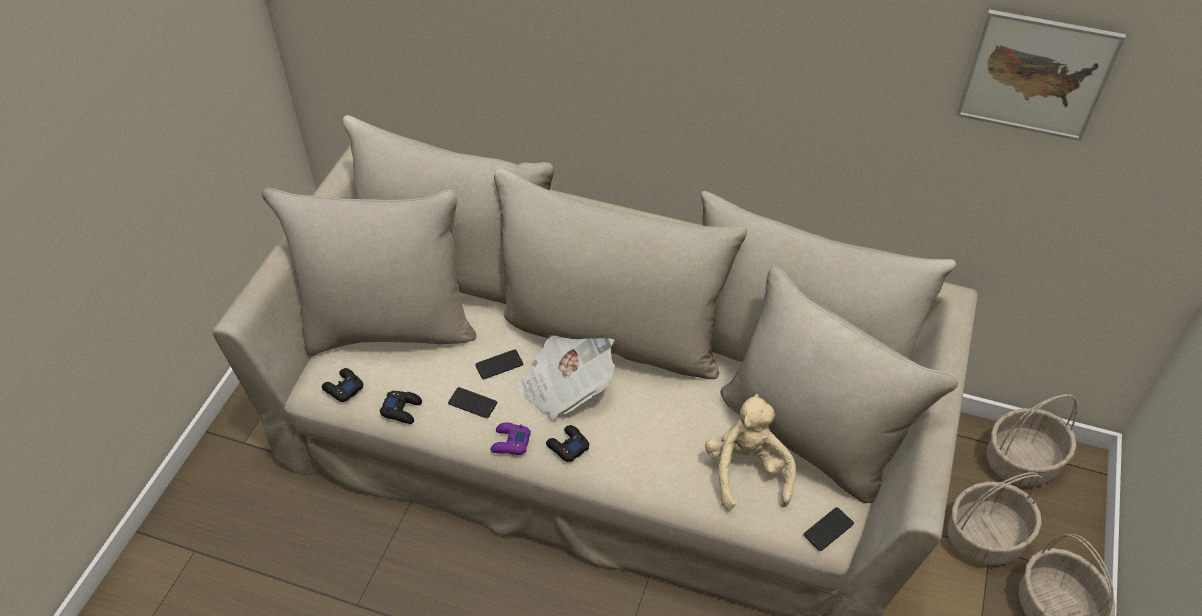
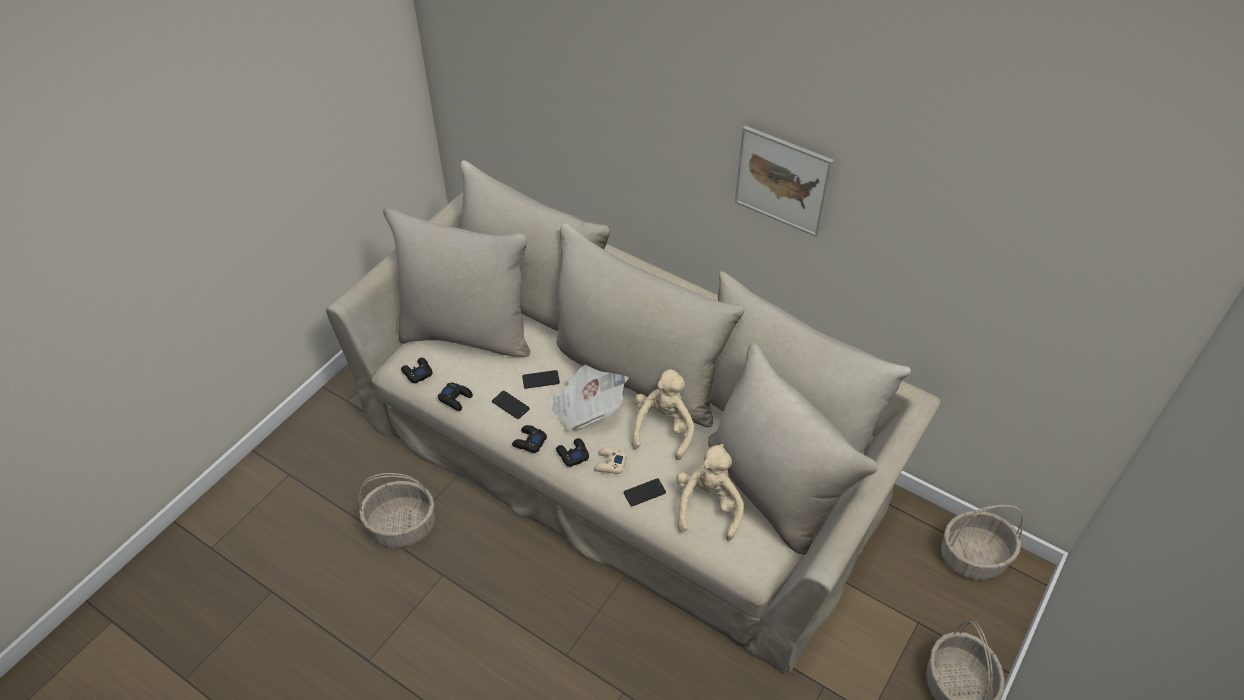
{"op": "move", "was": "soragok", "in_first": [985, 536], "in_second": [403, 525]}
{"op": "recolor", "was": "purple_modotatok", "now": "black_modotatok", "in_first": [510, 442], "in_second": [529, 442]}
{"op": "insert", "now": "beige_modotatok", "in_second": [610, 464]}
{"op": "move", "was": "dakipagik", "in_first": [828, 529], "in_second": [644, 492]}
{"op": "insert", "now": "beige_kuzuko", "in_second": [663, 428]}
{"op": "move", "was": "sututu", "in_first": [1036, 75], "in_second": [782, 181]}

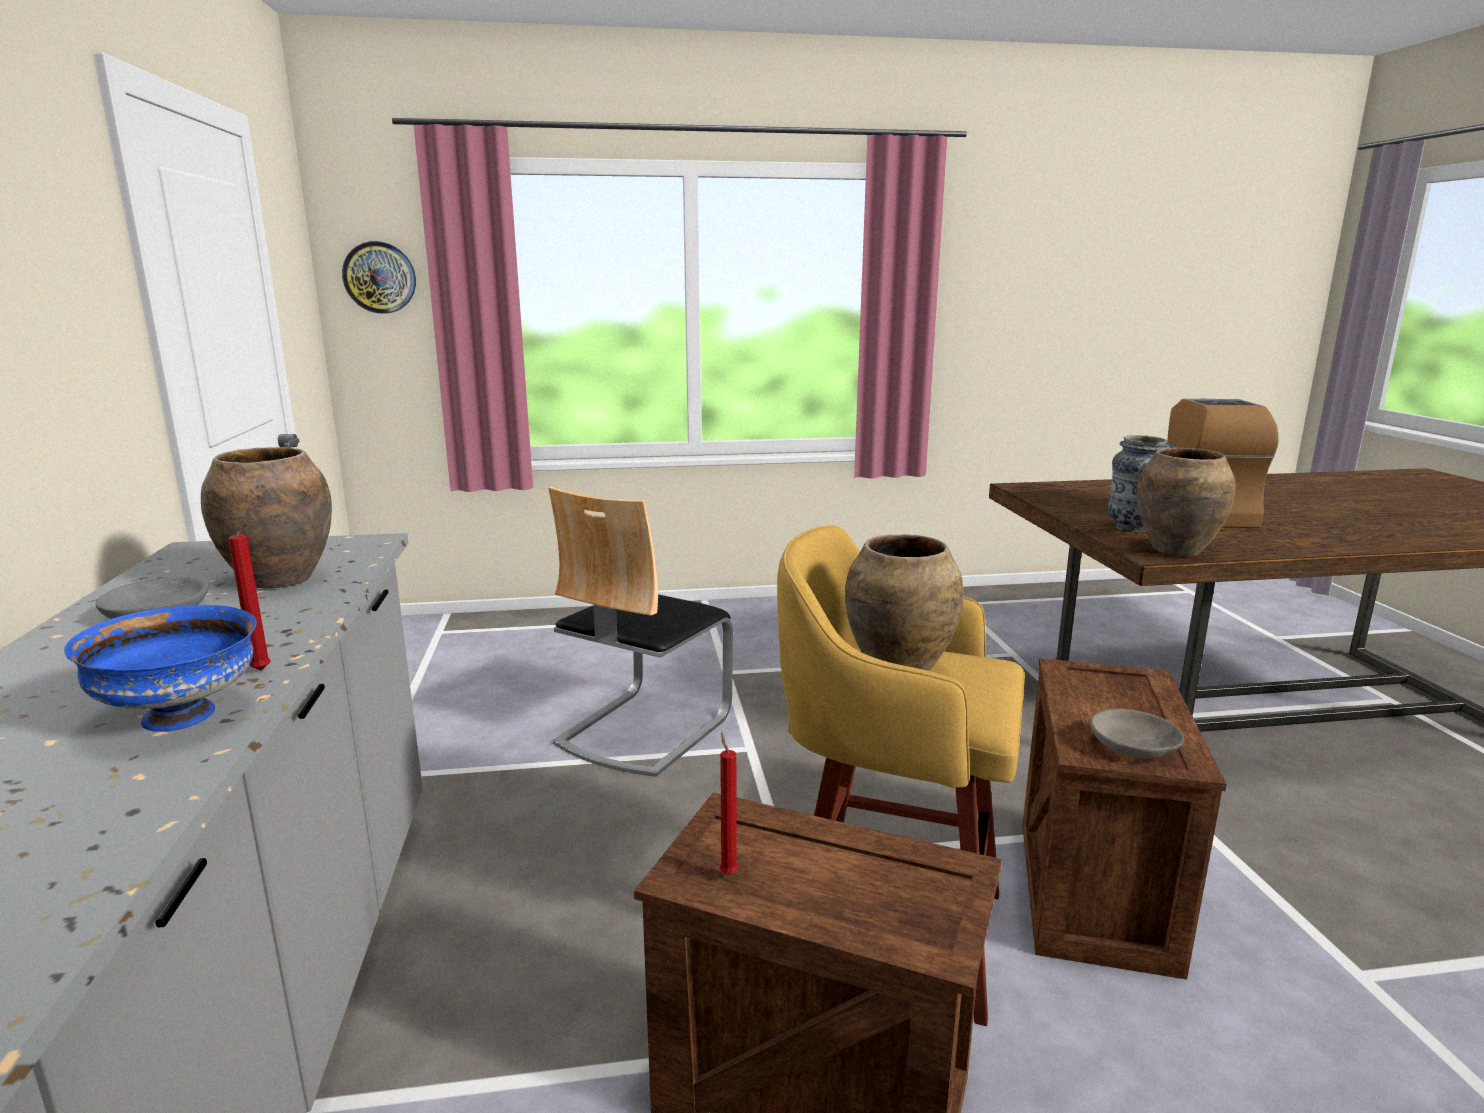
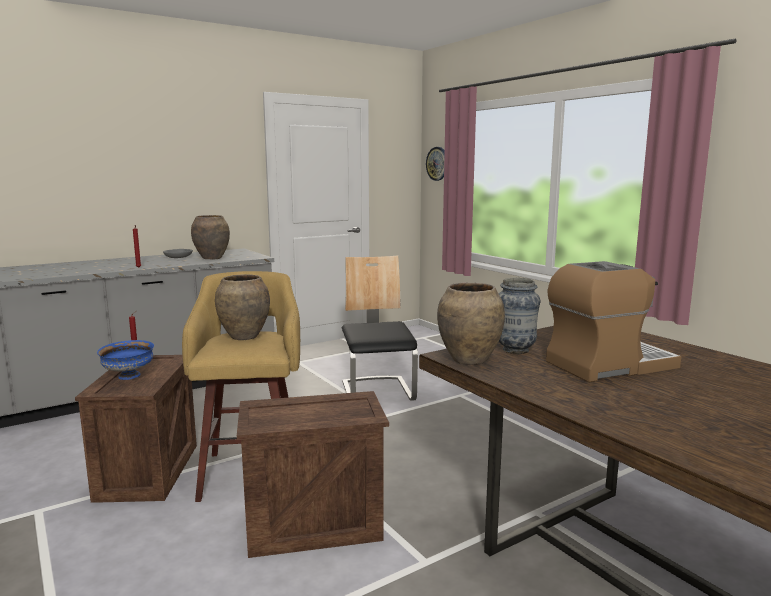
{"op": "move", "was": "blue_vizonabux", "in_first": [182, 716], "in_second": [129, 376]}
{"op": "rotate", "was": "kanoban", "in_first": [643, 729], "in_second": [378, 391], "clockwise": 75}
{"op": "delete", "was": "grey_vizonabux", "in_first": [1134, 747]}

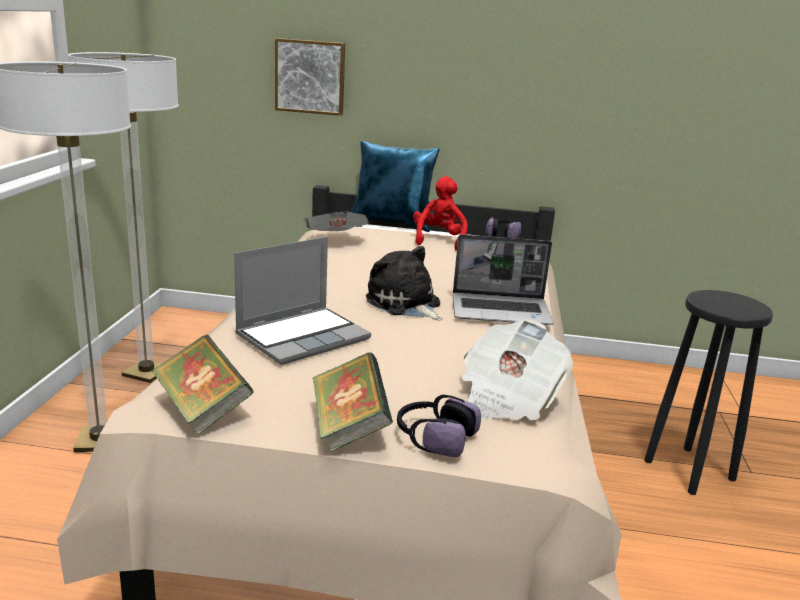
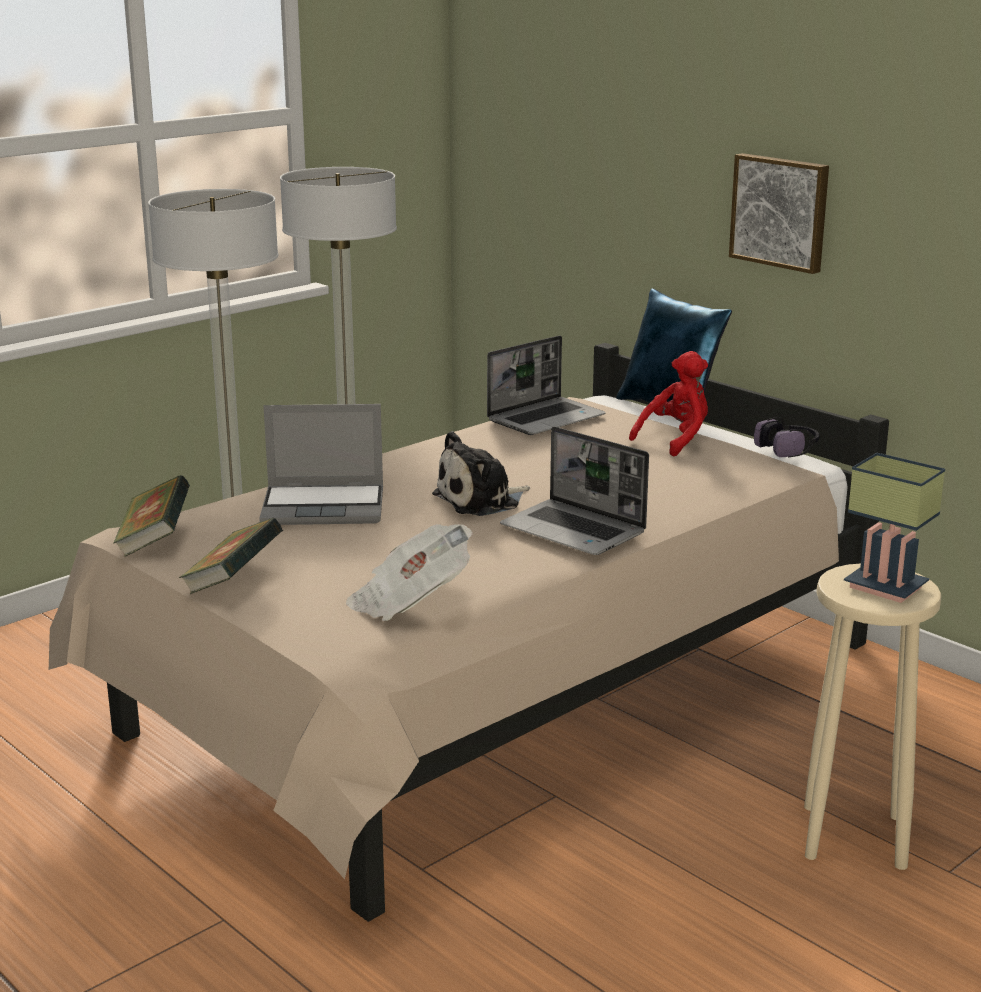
{"op": "rotate", "was": "kuzuko", "in_first": [405, 304], "in_second": [481, 500], "clockwise": -120}
{"op": "replace", "was": "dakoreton", "now": "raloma", "in_first": [335, 240], "in_second": [546, 418]}
{"op": "move", "was": "sututu", "in_first": [310, 76], "in_second": [781, 212]}
{"op": "recolor", "was": "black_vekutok", "now": "beige_vekutok", "in_first": [688, 470], "in_second": [852, 836]}
{"op": "insert", "now": "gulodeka", "in_second": [881, 587]}
{"op": "delete", "was": "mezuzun", "in_first": [434, 437]}

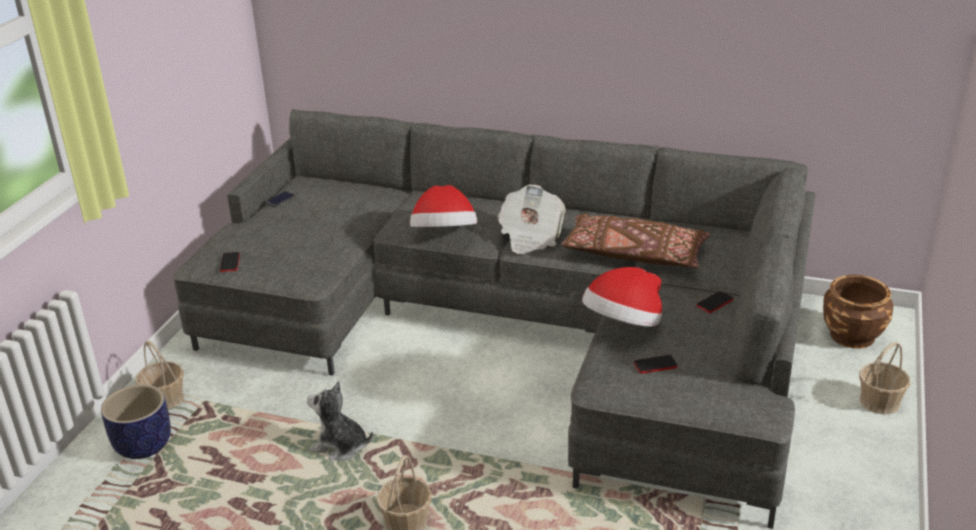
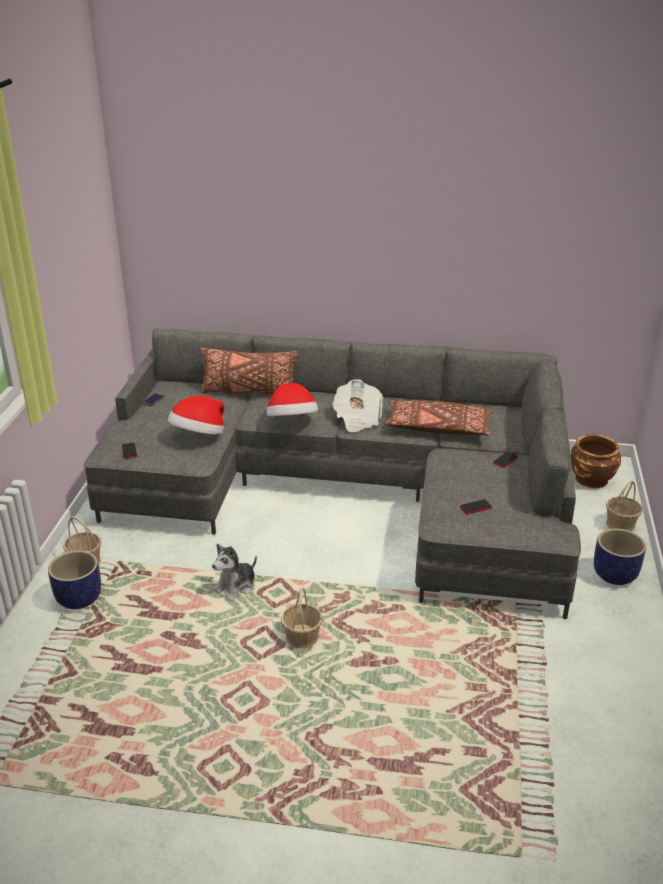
{"op": "move", "was": "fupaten", "in_first": [623, 325], "in_second": [199, 436]}
{"op": "insert", "now": "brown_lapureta", "in_second": [249, 392]}
{"op": "rotate", "was": "kuzuko", "in_first": [340, 447], "in_second": [236, 587], "clockwise": -60}
{"op": "insert", "now": "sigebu", "in_second": [615, 575]}

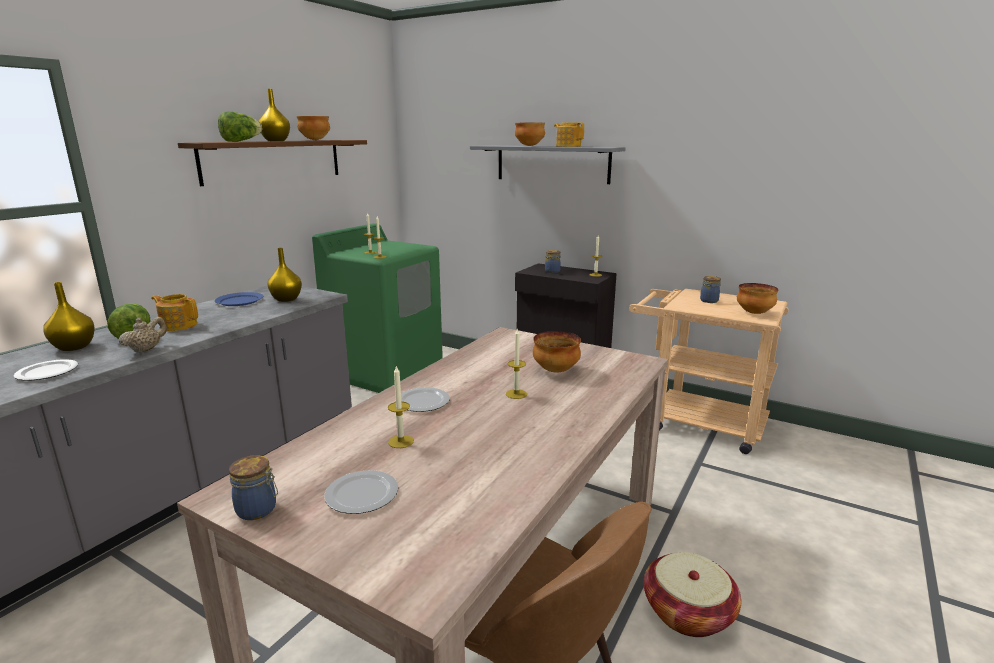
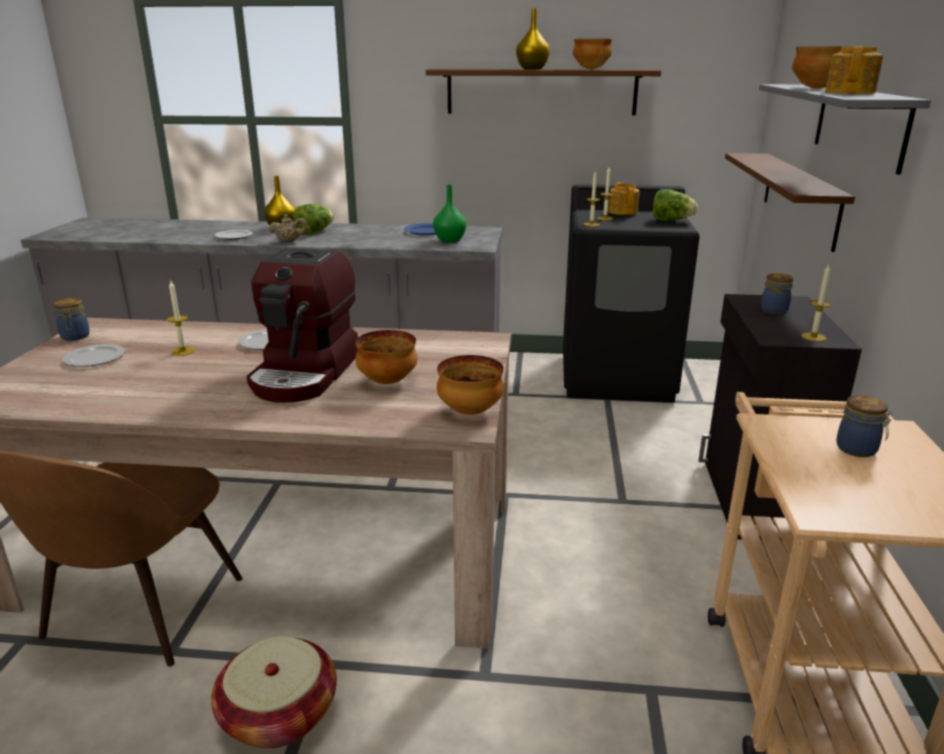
{"op": "replace", "was": "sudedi", "now": "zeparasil", "in_first": [516, 394], "in_second": [306, 374]}
{"op": "recolor", "was": "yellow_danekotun", "now": "green_danekotun", "in_first": [286, 299], "in_second": [449, 240]}
{"op": "move", "was": "vizonabux", "in_first": [754, 313], "in_second": [469, 412]}
{"op": "recolor", "was": "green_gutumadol", "now": "black_gutumadol", "in_first": [386, 372], "in_second": [617, 377]}
{"op": "move", "was": "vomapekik", "in_first": [178, 325], "in_second": [623, 211]}
{"op": "move", "was": "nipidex", "in_first": [240, 141], "in_second": [671, 220]}
{"op": "insert", "now": "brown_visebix", "in_second": [799, 197]}

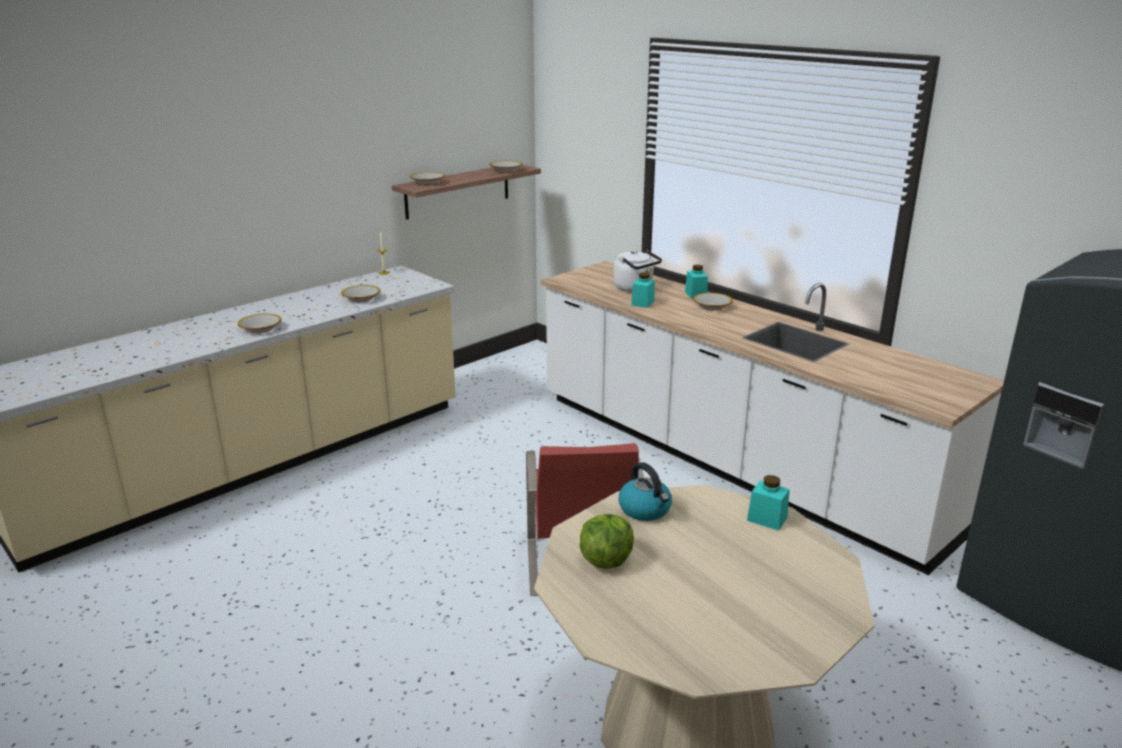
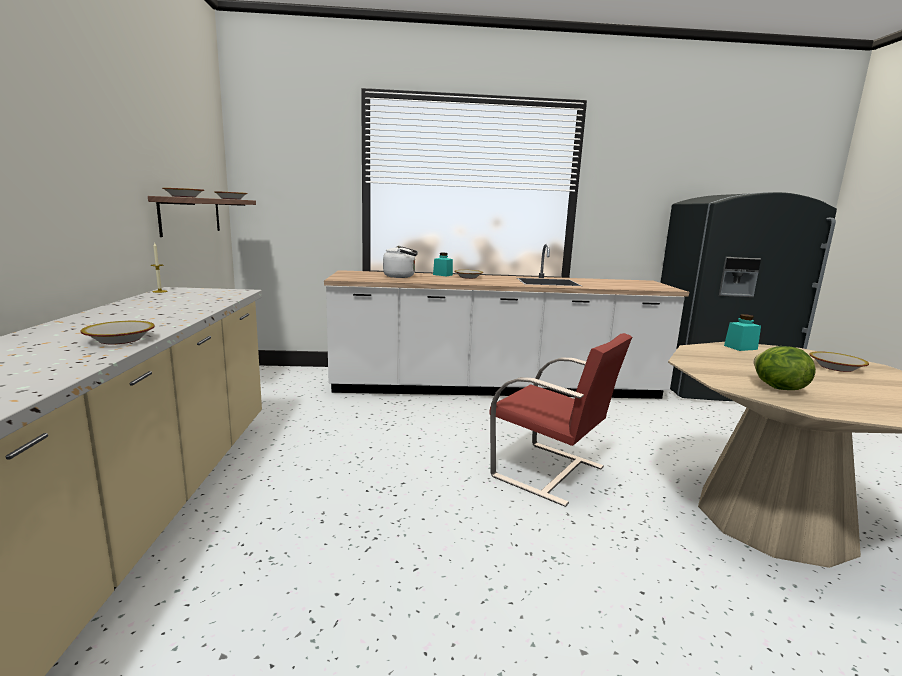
{"op": "move", "was": "vizonabux", "in_first": [361, 298], "in_second": [835, 367]}
{"op": "delete", "was": "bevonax", "in_first": [645, 510]}
{"op": "delete", "was": "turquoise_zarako", "in_first": [642, 303]}

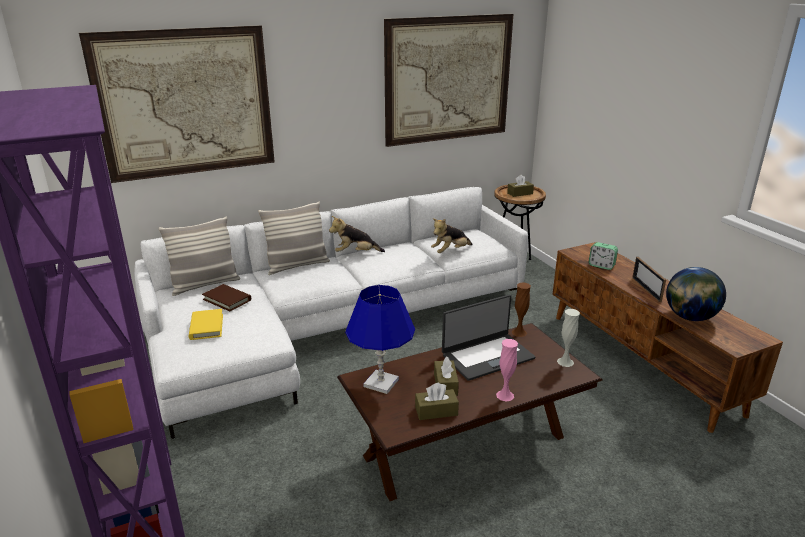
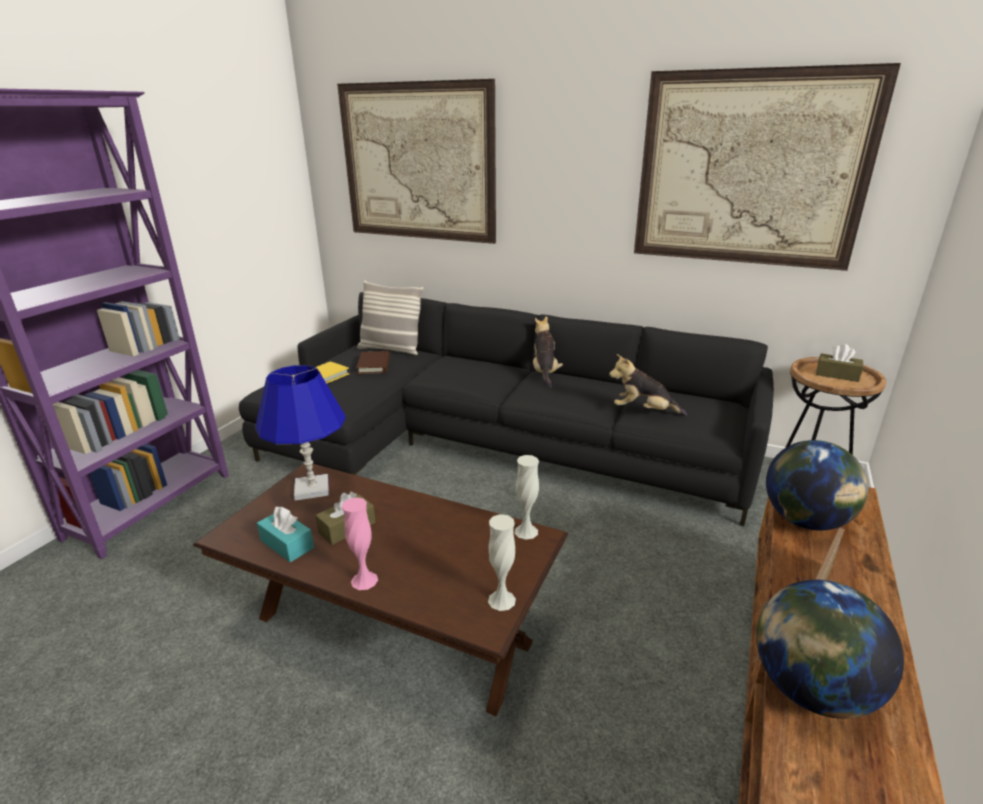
{"op": "recolor", "was": "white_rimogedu", "now": "black_rimogedu", "in_first": [329, 327], "in_second": [488, 443]}
{"op": "recolor", "was": "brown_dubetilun", "now": "turquoise_dubetilun", "in_first": [436, 411], "in_second": [287, 544]}
{"op": "recolor", "was": "brown_danekotun", "now": "white_danekotun", "in_first": [519, 332], "in_second": [526, 531]}
{"op": "rotate", "was": "kuzuko", "in_first": [356, 253], "in_second": [545, 372], "clockwise": 45}
{"op": "replace", "was": "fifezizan", "now": "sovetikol", "in_first": [601, 266], "in_second": [805, 521]}
{"op": "delete", "was": "lapureta", "in_first": [297, 265]}
{"op": "delete", "was": "raloma", "in_first": [487, 356]}

